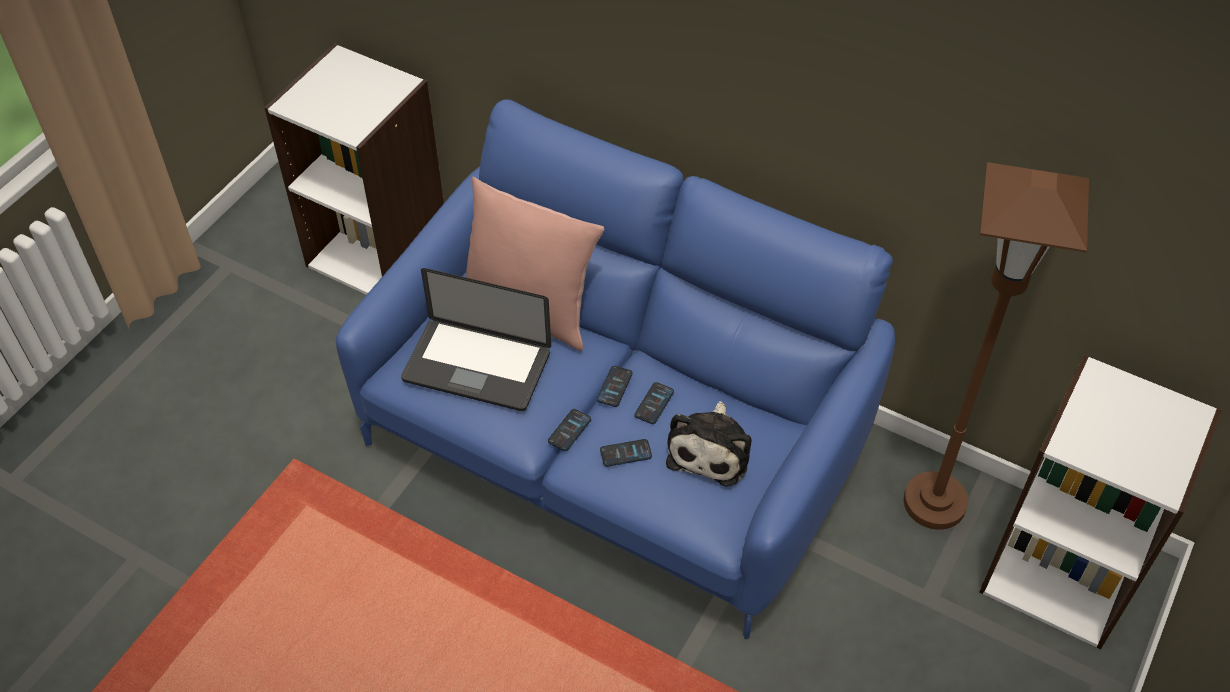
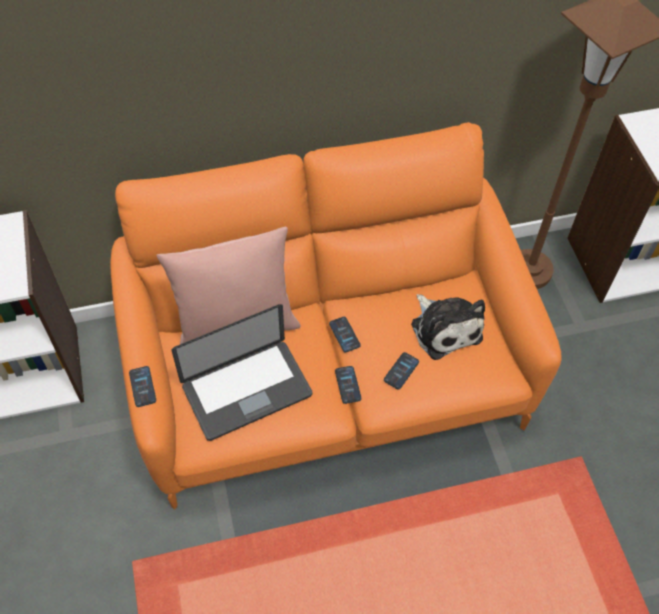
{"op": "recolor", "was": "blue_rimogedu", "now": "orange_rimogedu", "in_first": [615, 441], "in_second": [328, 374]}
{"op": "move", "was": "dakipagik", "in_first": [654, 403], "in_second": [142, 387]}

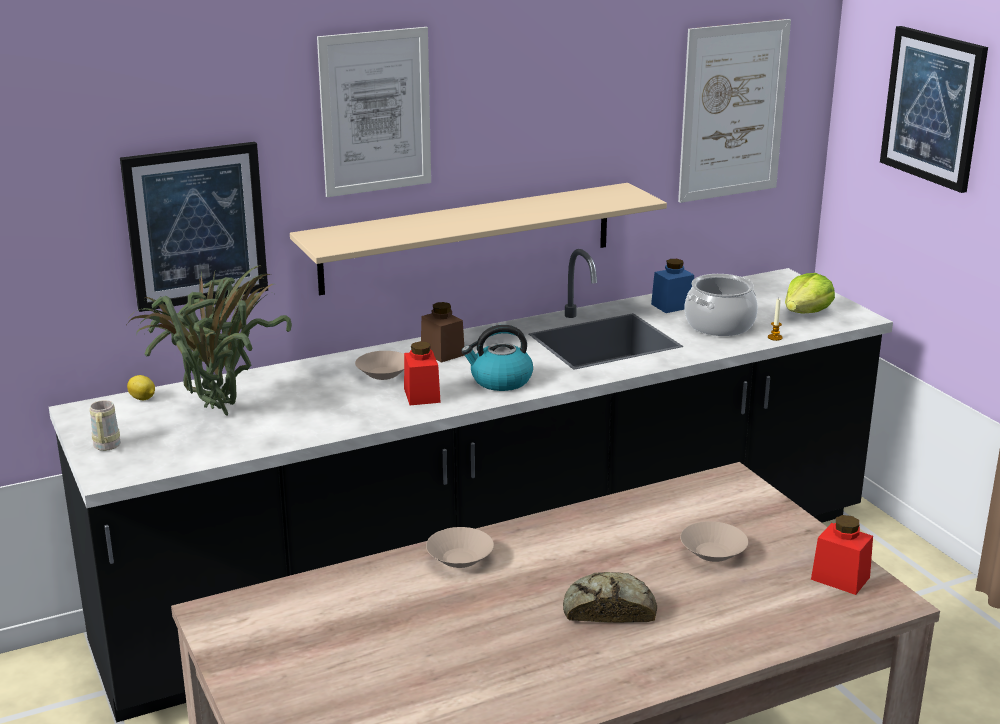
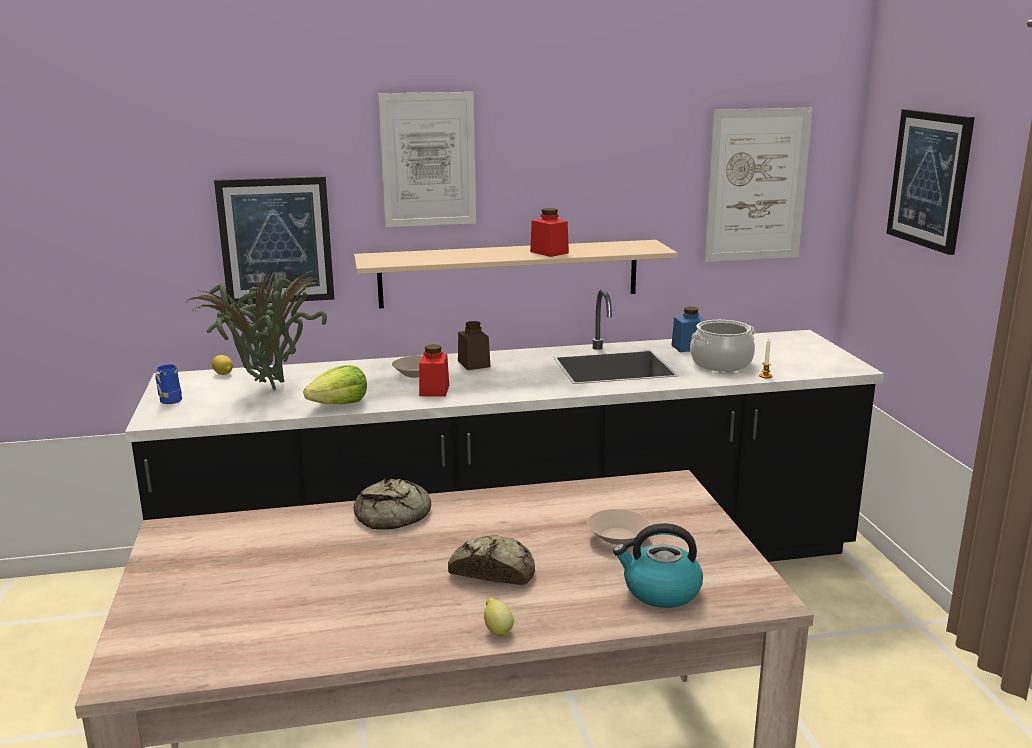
{"op": "recolor", "was": "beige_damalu", "now": "blue_damalu", "in_first": [106, 447], "in_second": [168, 402]}
{"op": "move", "was": "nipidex", "in_first": [806, 313], "in_second": [339, 404]}
{"op": "replace", "was": "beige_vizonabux", "now": "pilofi", "in_first": [460, 559], "in_second": [394, 515]}
{"op": "insert", "now": "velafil", "in_second": [497, 631]}
{"op": "move", "was": "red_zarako", "in_first": [840, 578], "in_second": [549, 252]}
{"op": "move", "was": "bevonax", "in_first": [500, 381], "in_second": [660, 591]}

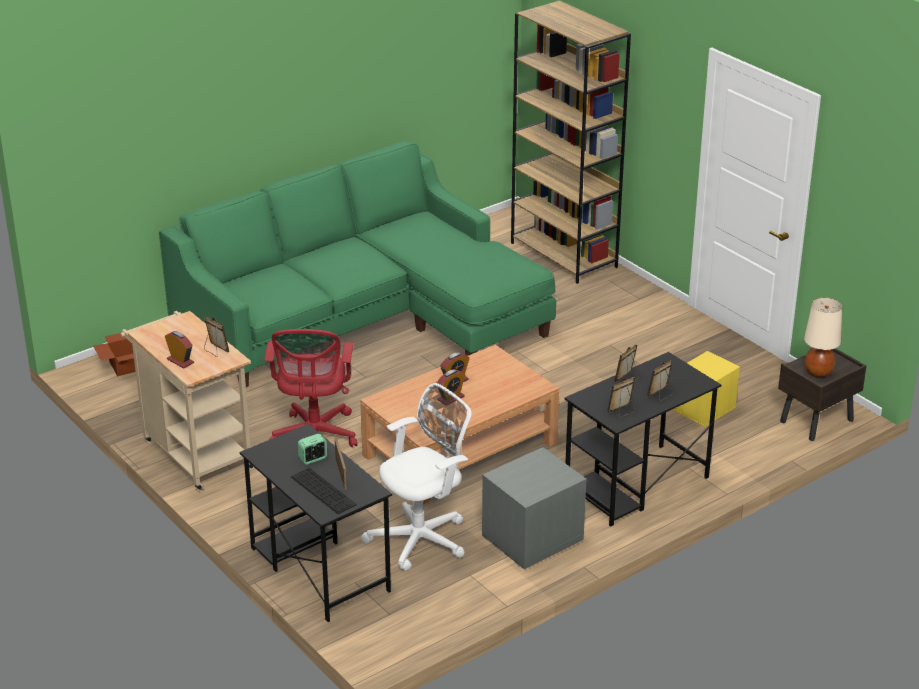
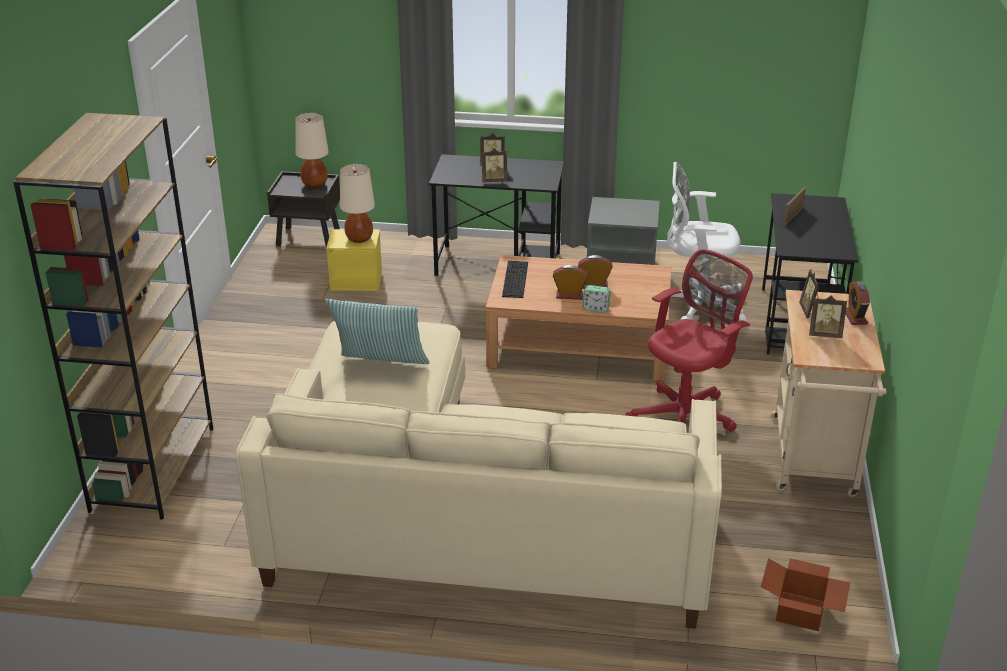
{"op": "recolor", "was": "green_rimogedu", "now": "beige_rimogedu", "in_first": [365, 318], "in_second": [466, 515]}
{"op": "insert", "now": "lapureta", "in_second": [380, 368]}
{"op": "insert", "now": "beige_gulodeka", "in_second": [359, 239]}
{"op": "move", "was": "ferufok", "in_first": [323, 491], "in_second": [515, 279]}
{"op": "move", "was": "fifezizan", "in_first": [313, 459], "in_second": [596, 309]}
{"op": "move", "was": "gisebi", "in_first": [622, 412], "in_second": [824, 334]}

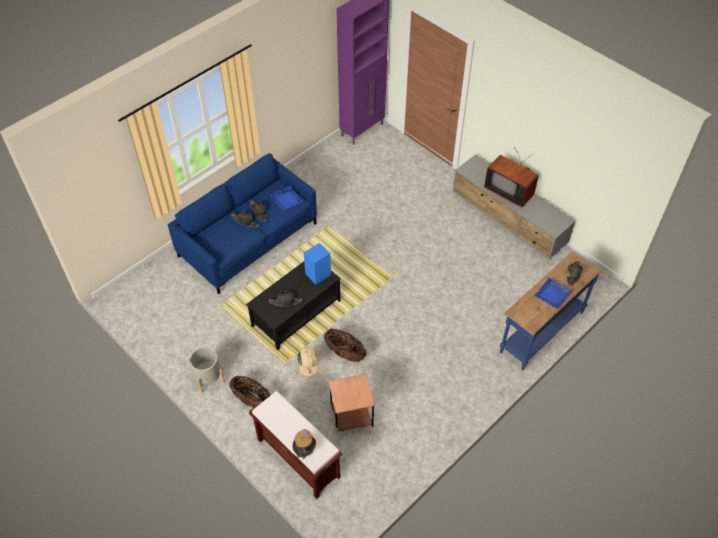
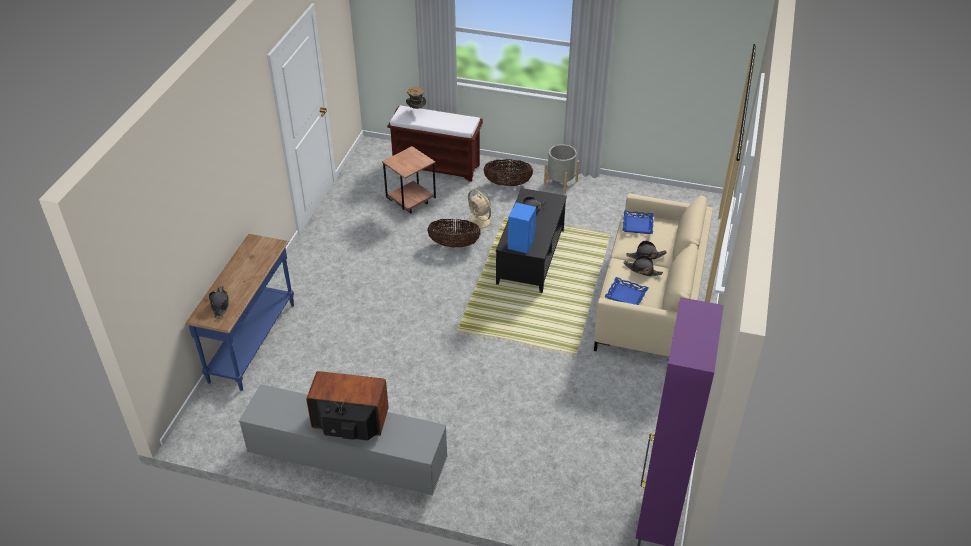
{"op": "recolor", "was": "blue_rimogedu", "now": "beige_rimogedu", "in_first": [248, 240], "in_second": [650, 300]}
{"op": "move", "was": "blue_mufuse", "in_first": [552, 295], "in_second": [638, 225]}

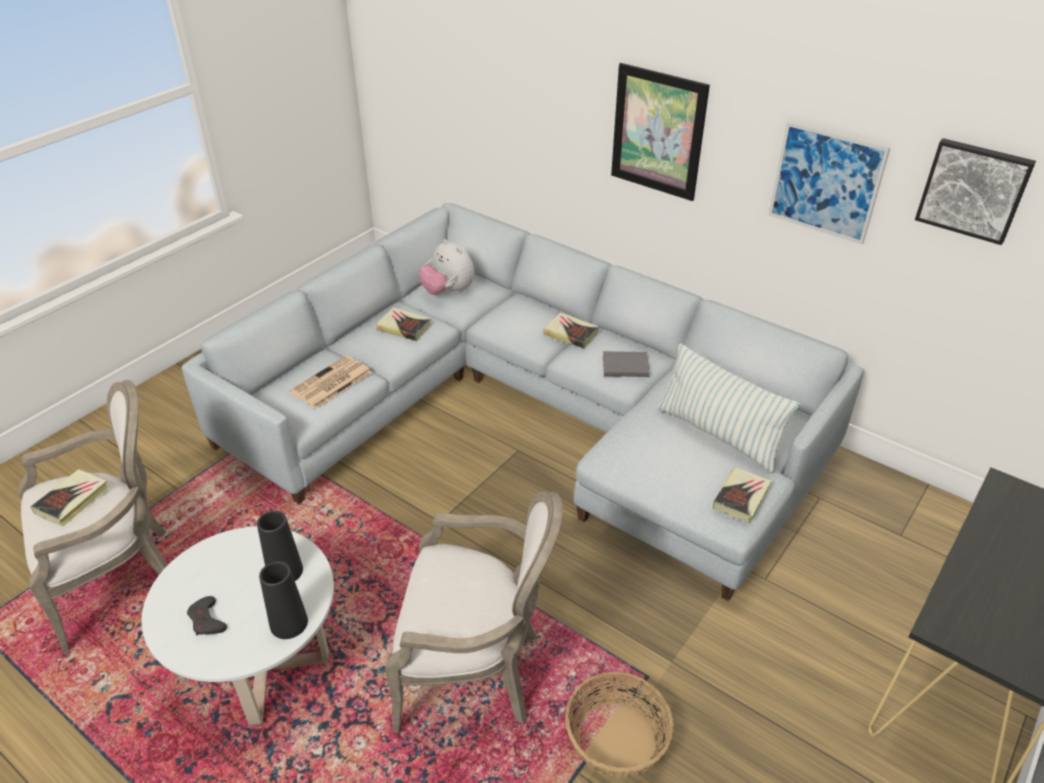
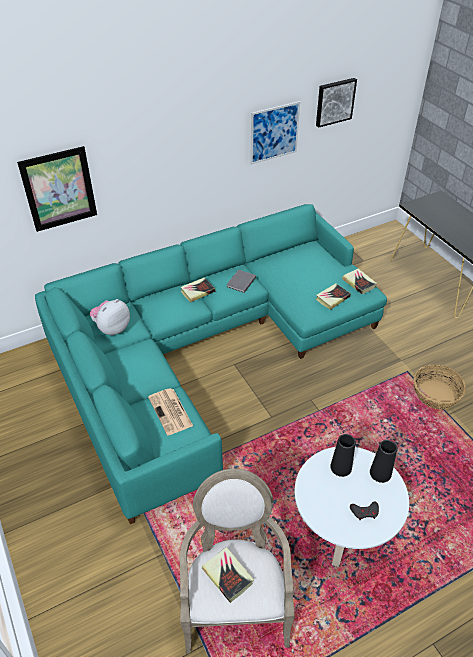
{"op": "move", "was": "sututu", "in_first": [658, 132], "in_second": [59, 189]}
{"op": "recolor", "was": "grey_rimogedu", "now": "turquoise_rimogedu", "in_first": [529, 413], "in_second": [206, 348]}
{"op": "rotate", "was": "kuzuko", "in_first": [448, 292], "in_second": [112, 328], "clockwise": 150}
{"op": "move", "was": "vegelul", "in_first": [404, 327], "in_second": [332, 298]}
{"op": "delete", "was": "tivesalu", "in_first": [476, 672]}
{"op": "delete", "was": "lapureta", "in_first": [718, 434]}

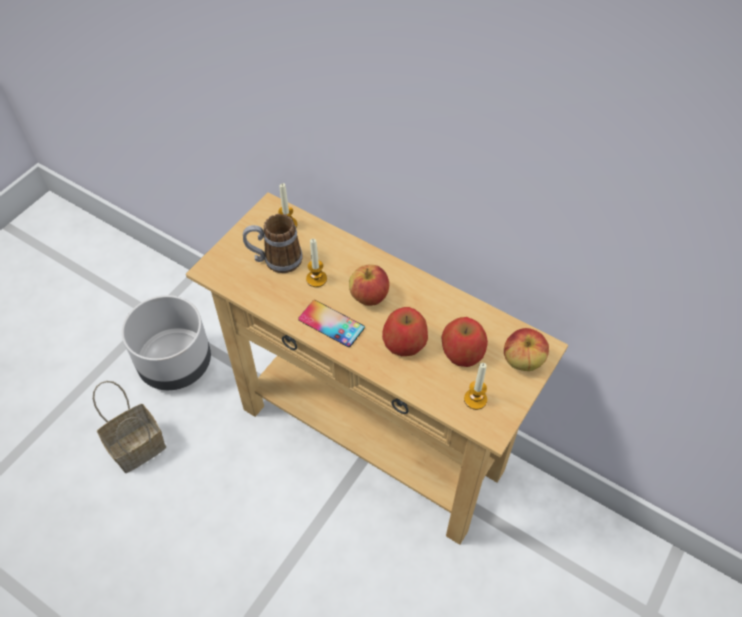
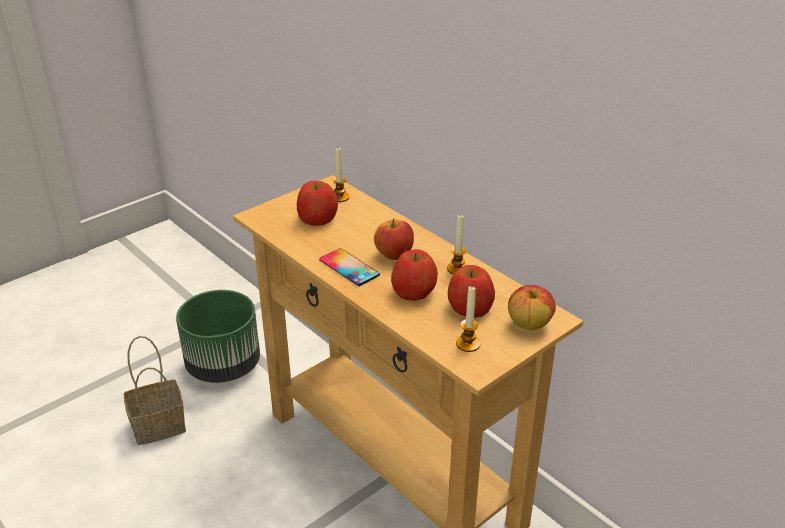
{"op": "recolor", "was": "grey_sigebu", "now": "green_sigebu", "in_first": [176, 363], "in_second": [224, 365]}
{"op": "replace", "was": "damalu", "now": "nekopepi", "in_first": [275, 260], "in_second": [317, 218]}
{"op": "move", "was": "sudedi", "in_first": [316, 279], "in_second": [457, 269]}

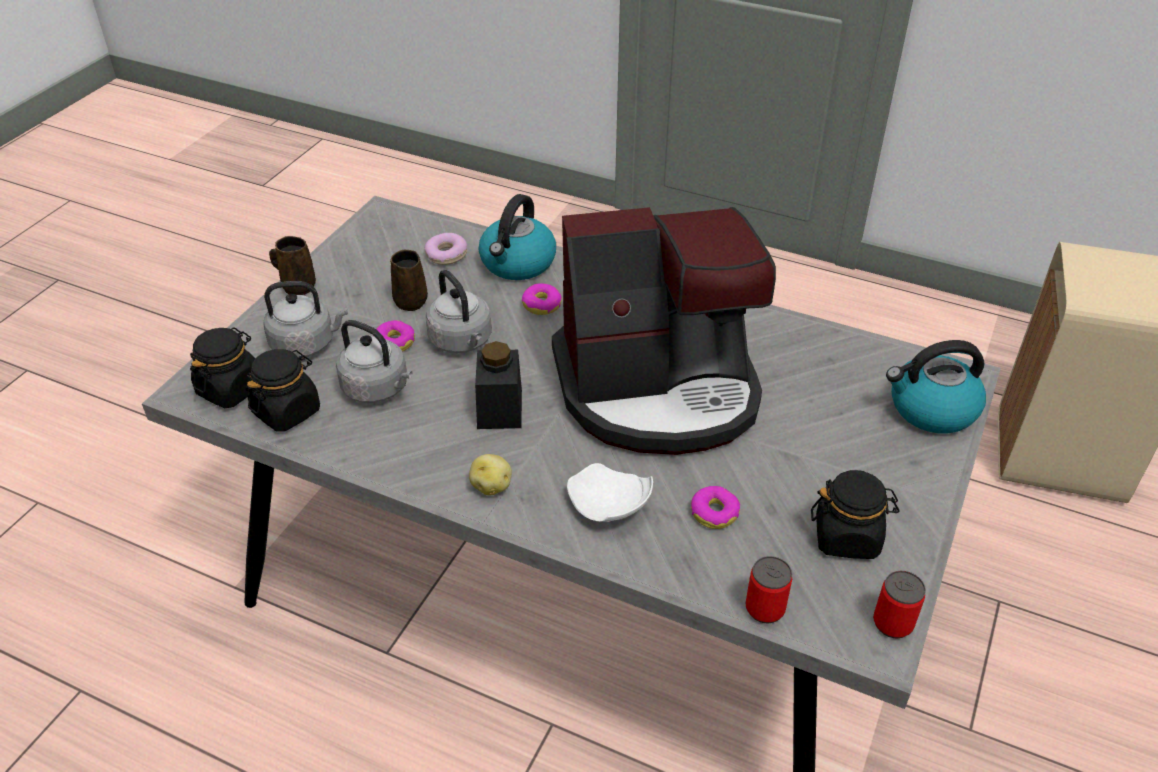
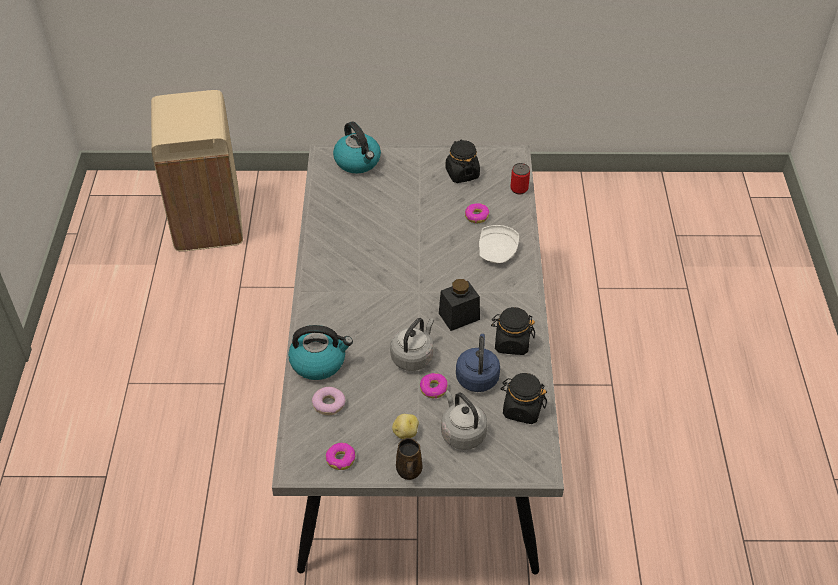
{"op": "move", "was": "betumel", "in_first": [542, 305], "in_second": [341, 459]}
{"op": "move", "was": "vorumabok", "in_first": [491, 486], "in_second": [405, 433]}
{"op": "recolor", "was": "grey_bevonax", "now": "blue_bevonax", "in_first": [378, 389], "in_second": [477, 376]}
{"op": "move", "was": "black_zarako", "in_first": [230, 389], "in_second": [511, 343]}
{"op": "delete", "was": "brown_damalu", "in_first": [411, 300]}
{"op": "delete", "was": "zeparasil", "in_first": [659, 389]}
{"op": "delete", "was": "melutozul", "in_first": [892, 623]}

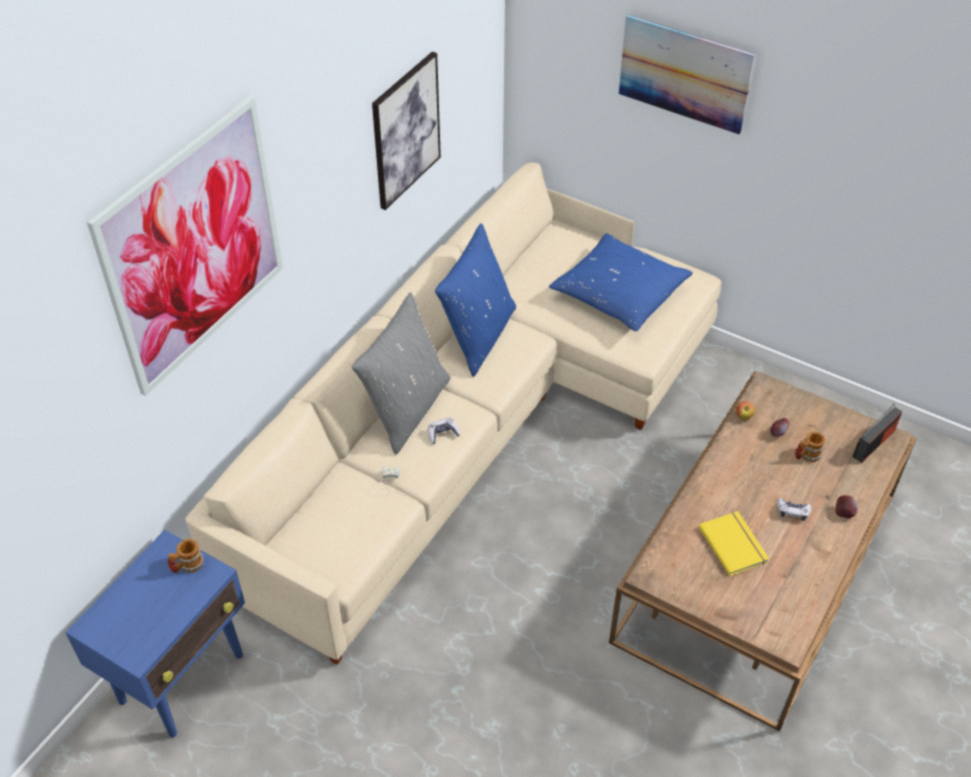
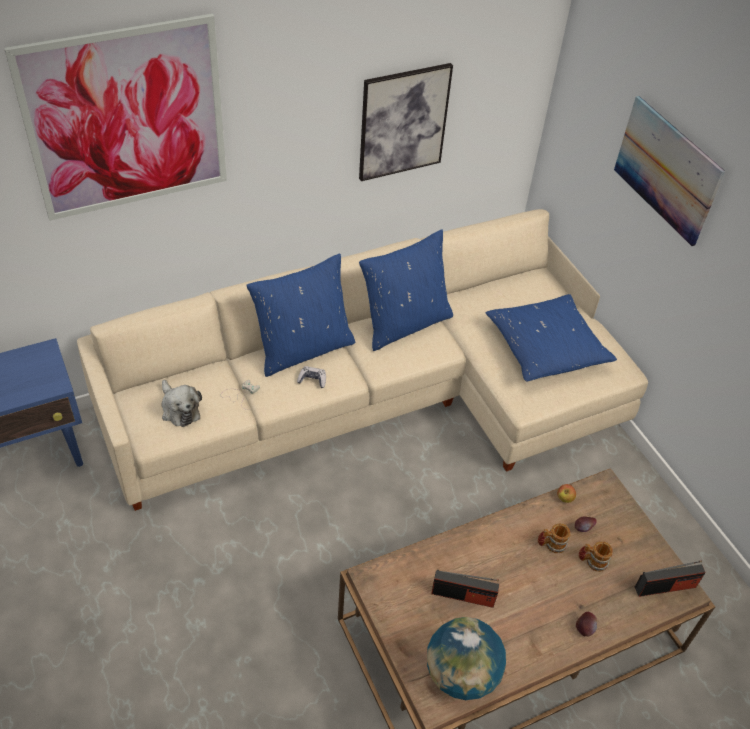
{"op": "insert", "now": "kuzuko", "in_second": [179, 409]}
{"op": "recolor", "was": "grey_lapureta", "now": "blue_lapureta", "in_first": [407, 409], "in_second": [303, 349]}
{"op": "insert", "now": "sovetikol", "in_second": [461, 675]}
{"op": "replace", "was": "yellow_vegelul", "now": "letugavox", "in_first": [734, 544], "in_second": [463, 596]}
{"op": "move", "was": "damalu", "in_first": [187, 566], "in_second": [551, 544]}
{"op": "delete", "was": "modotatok", "in_first": [792, 512]}

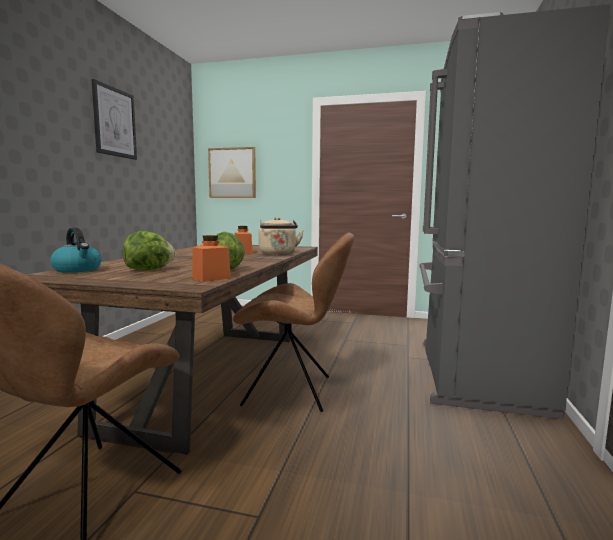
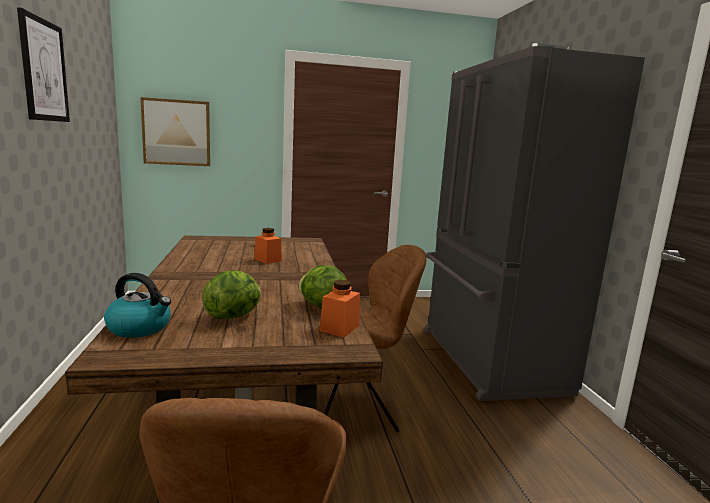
{"op": "delete", "was": "beige_bevonax", "in_first": [278, 254]}

